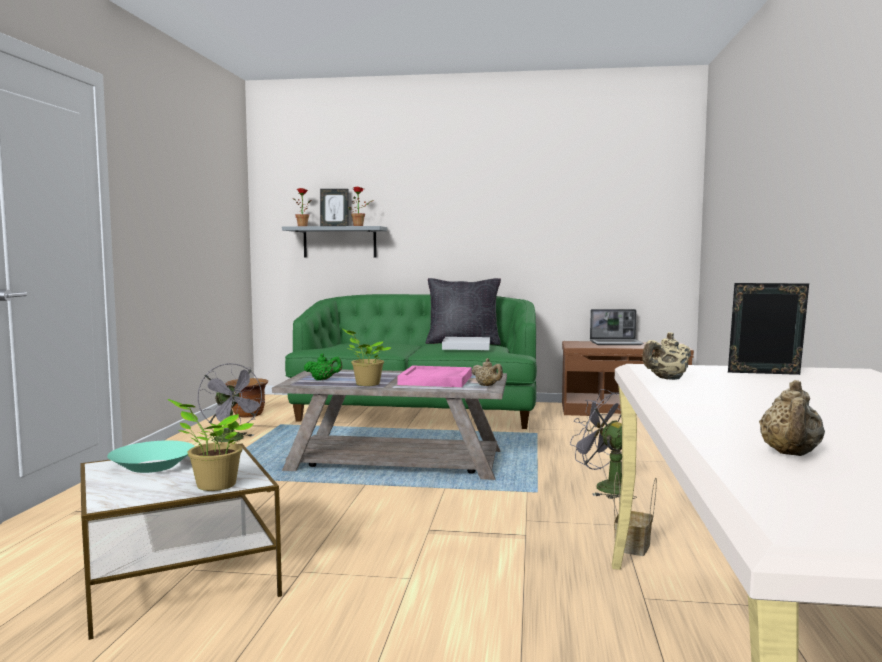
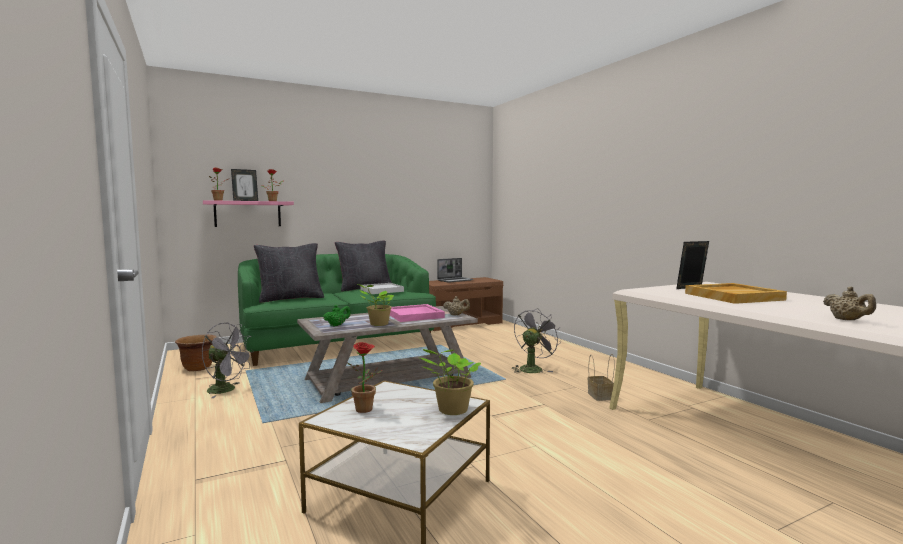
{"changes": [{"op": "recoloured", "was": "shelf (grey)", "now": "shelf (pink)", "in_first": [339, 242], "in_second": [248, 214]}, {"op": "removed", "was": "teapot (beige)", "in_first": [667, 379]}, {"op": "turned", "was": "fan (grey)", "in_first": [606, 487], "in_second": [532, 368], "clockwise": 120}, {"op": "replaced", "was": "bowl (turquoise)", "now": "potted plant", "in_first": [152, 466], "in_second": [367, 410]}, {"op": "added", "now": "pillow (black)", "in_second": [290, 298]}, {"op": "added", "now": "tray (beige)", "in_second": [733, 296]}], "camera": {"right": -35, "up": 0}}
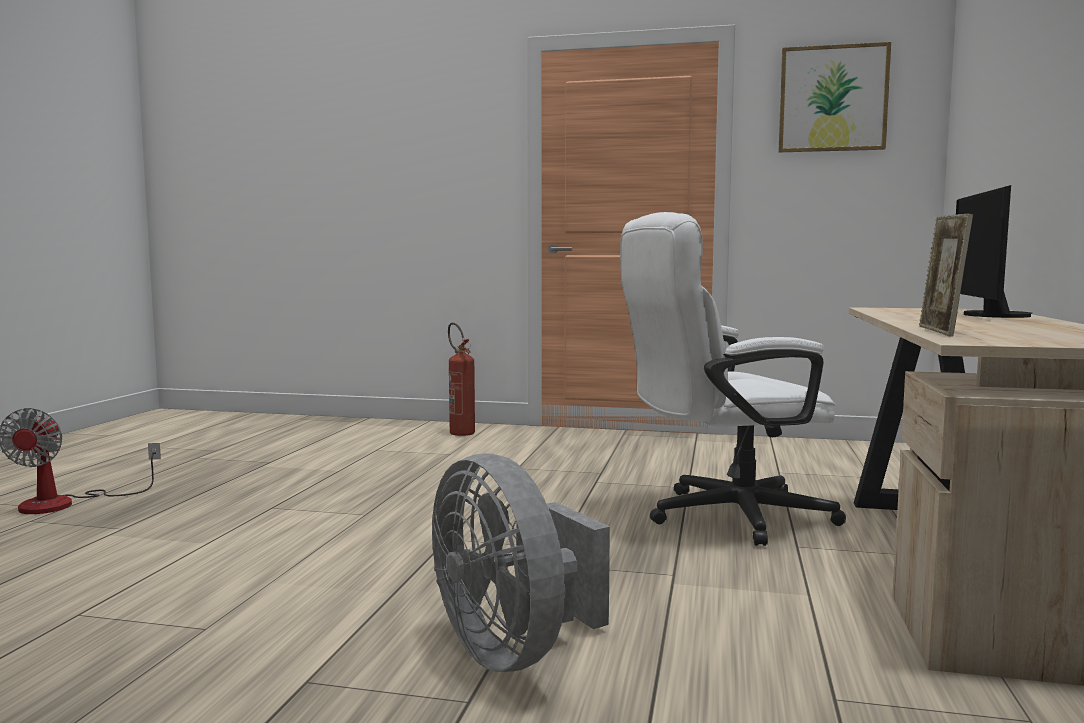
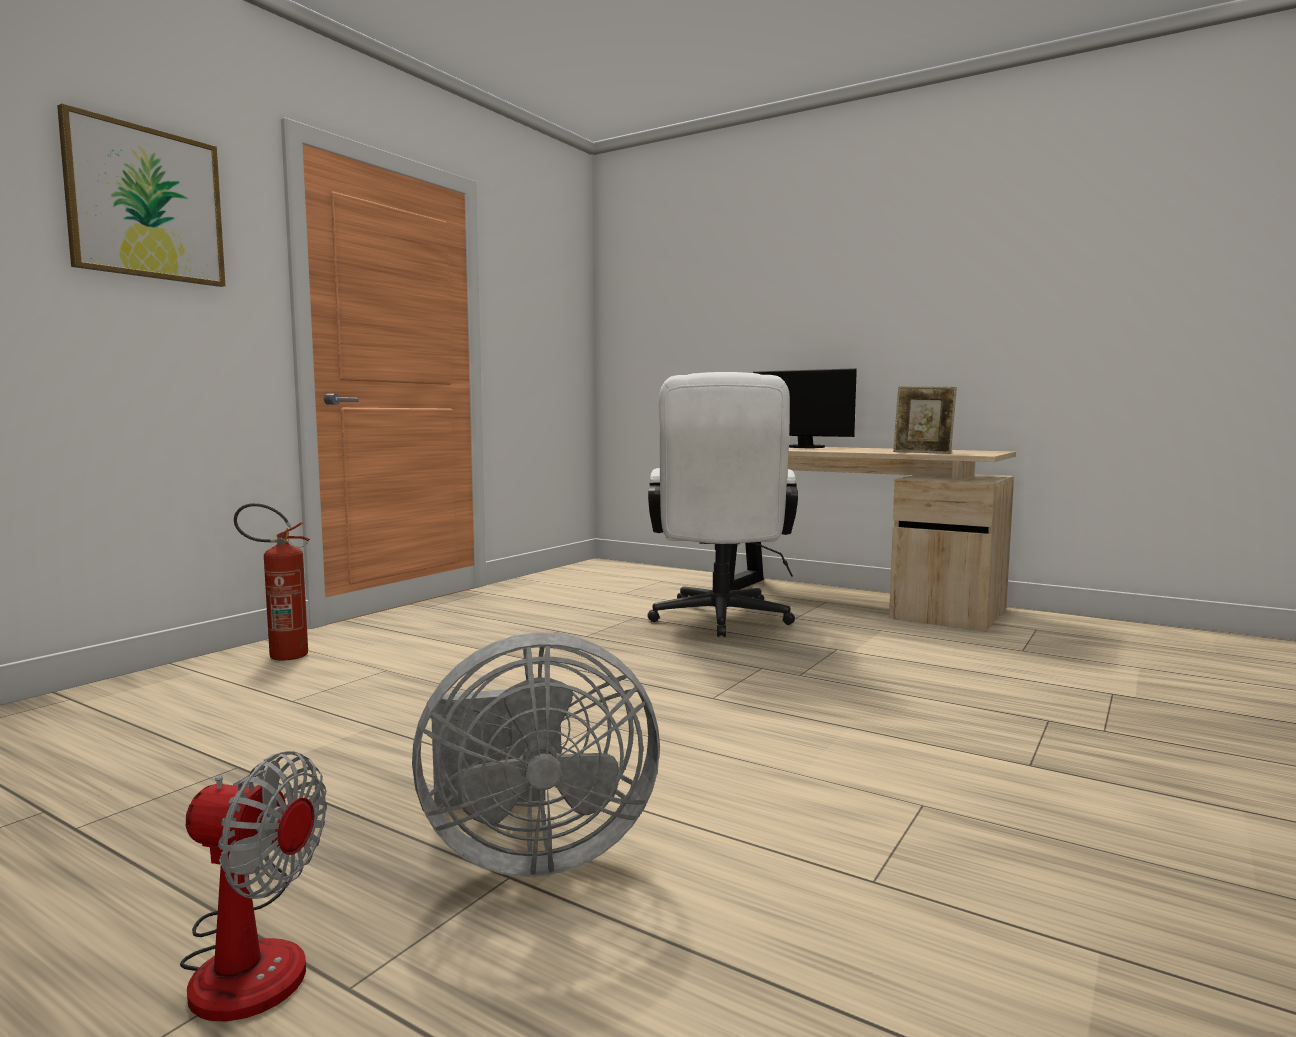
{"changes": [{"op": "moved", "was": "picture", "in_first": [833, 99], "in_second": [145, 203]}, {"op": "moved", "was": "fan (grey)", "in_first": [513, 650], "in_second": [529, 853]}], "camera": {"right": -70, "up": 0}}
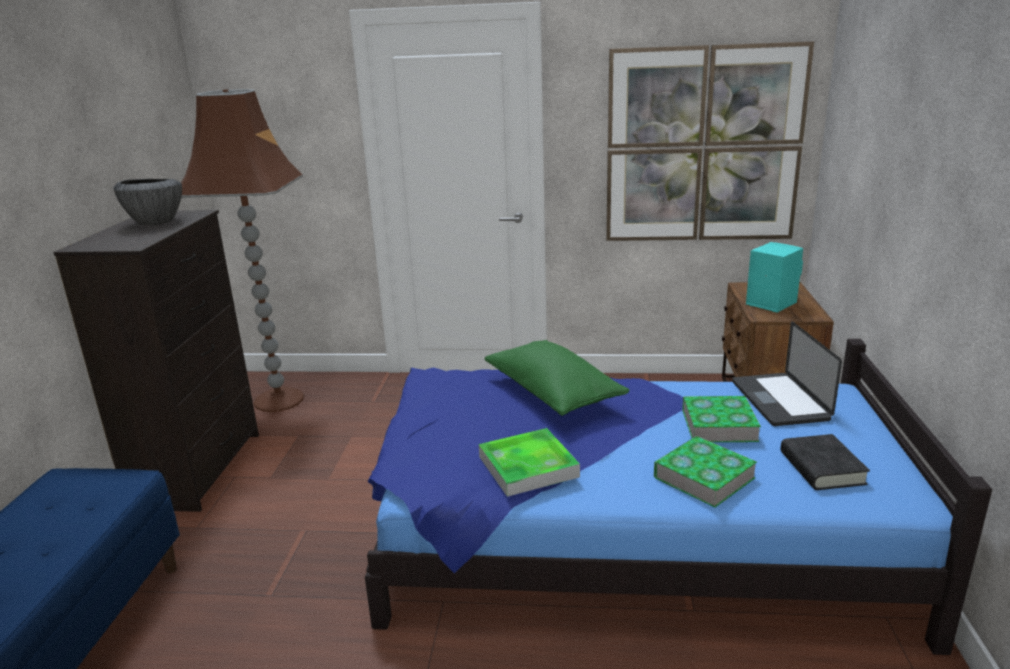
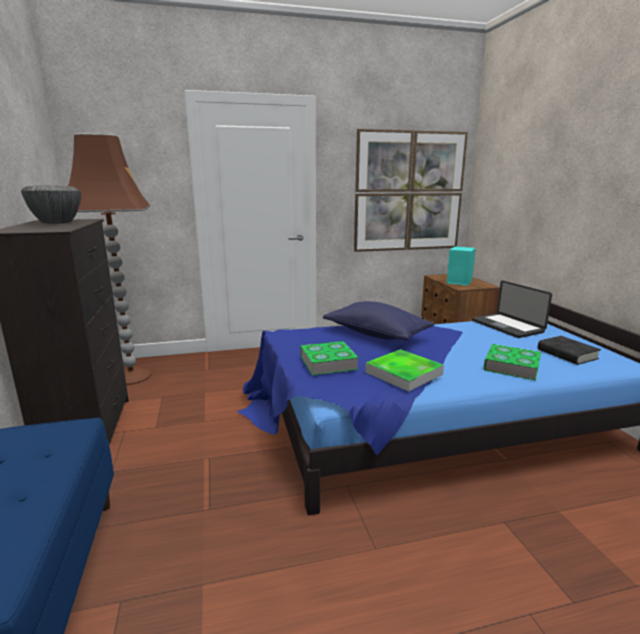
{"changes": [{"op": "recoloured", "was": "pillow (green)", "now": "pillow (blue)", "in_first": [553, 393], "in_second": [376, 334]}, {"op": "moved", "was": "book", "in_first": [719, 425], "in_second": [328, 362]}], "camera": {"right": -20, "up": -5}}
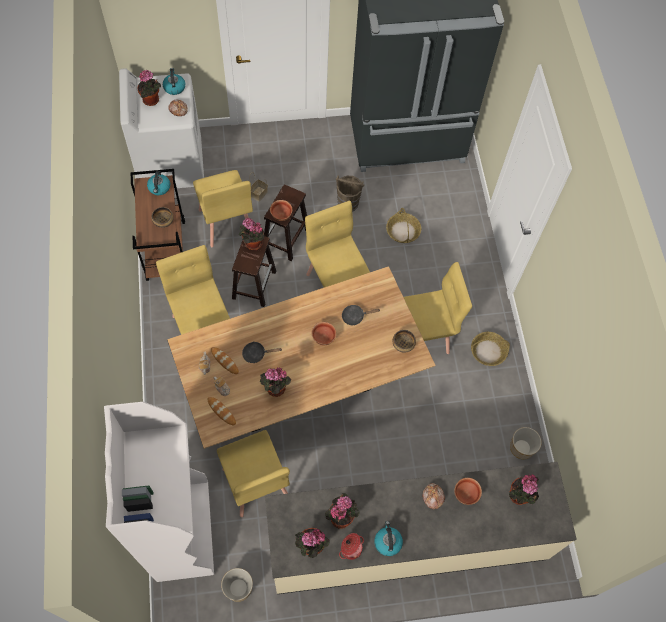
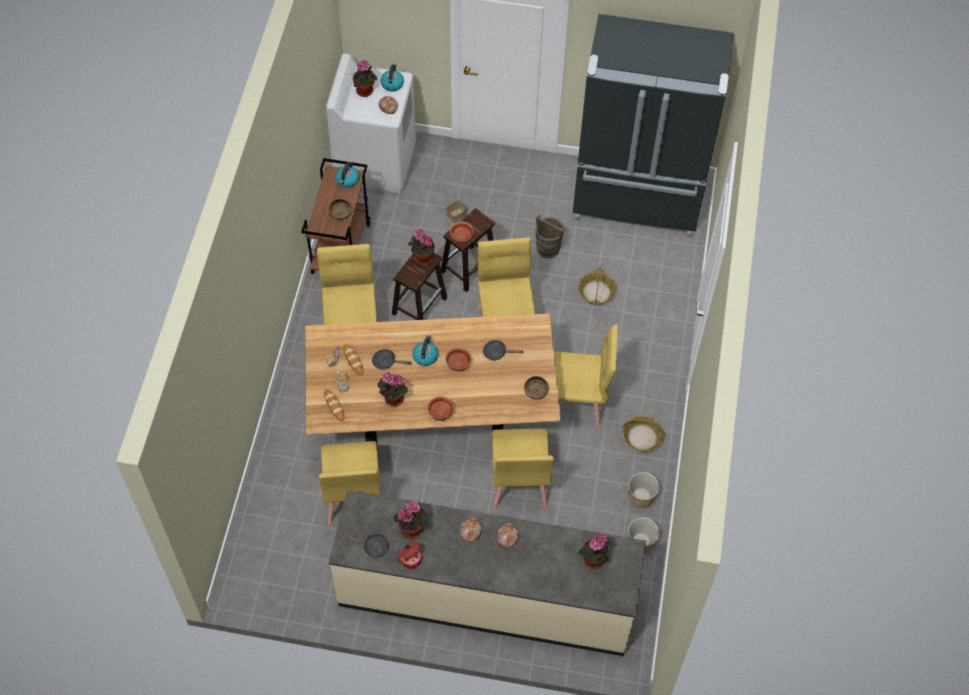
{"changes": [{"op": "moved", "was": "chair (yellow)", "in_first": [226, 223], "in_second": [518, 484]}, {"op": "removed", "was": "bookcase (white)", "in_first": [182, 529]}, {"op": "moved", "was": "bowl", "in_first": [466, 494], "in_second": [440, 413]}, {"op": "moved", "was": "kettle", "in_first": [387, 542], "in_second": [425, 356]}, {"op": "replaced", "was": "potted plant", "now": "frying pan (black)", "in_first": [310, 547], "in_second": [373, 547]}, {"op": "moved", "was": "planter", "in_first": [239, 588], "in_second": [641, 497]}, {"op": "added", "now": "bread", "in_second": [470, 531]}], "camera": {"right": 20, "up": -5}}
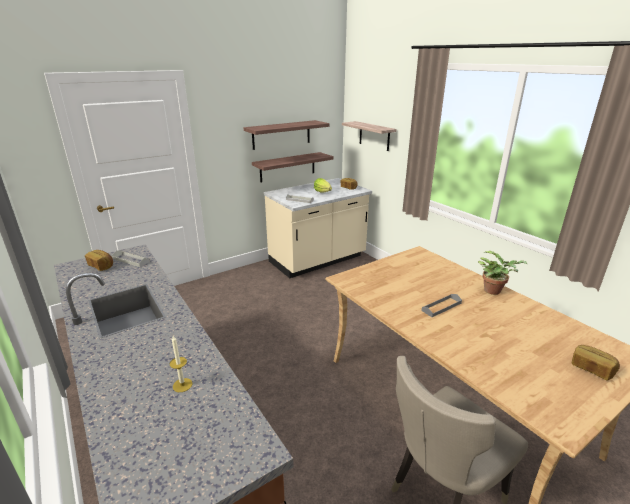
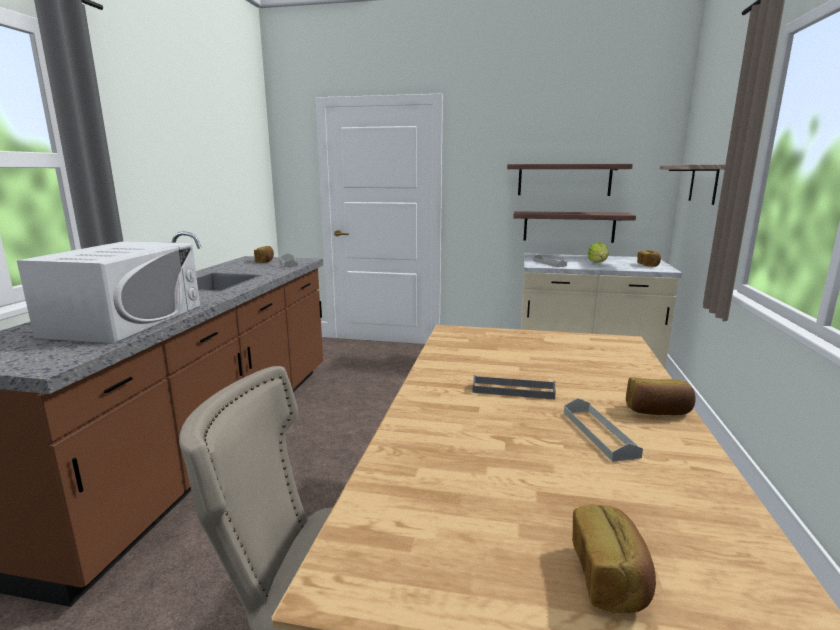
{"changes": [{"op": "replaced", "was": "potted plant", "now": "bread", "in_first": [494, 291], "in_second": [657, 411]}, {"op": "replaced", "was": "candle", "now": "microwave (white)", "in_first": [182, 385], "in_second": [126, 320]}, {"op": "added", "now": "tray (grey)", "in_second": [599, 433]}], "camera": {"right": 45, "up": -10}}
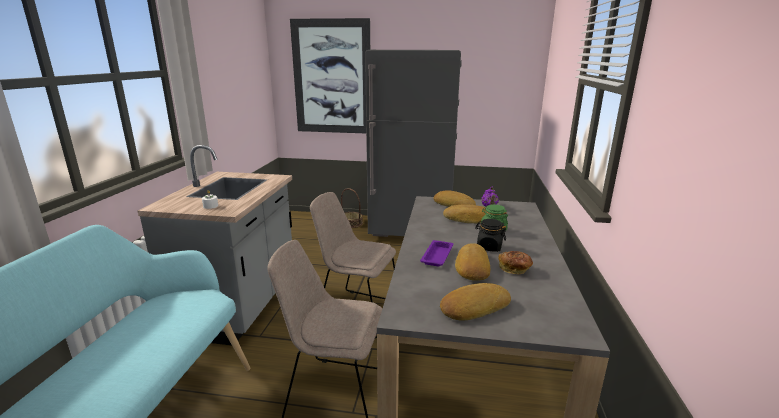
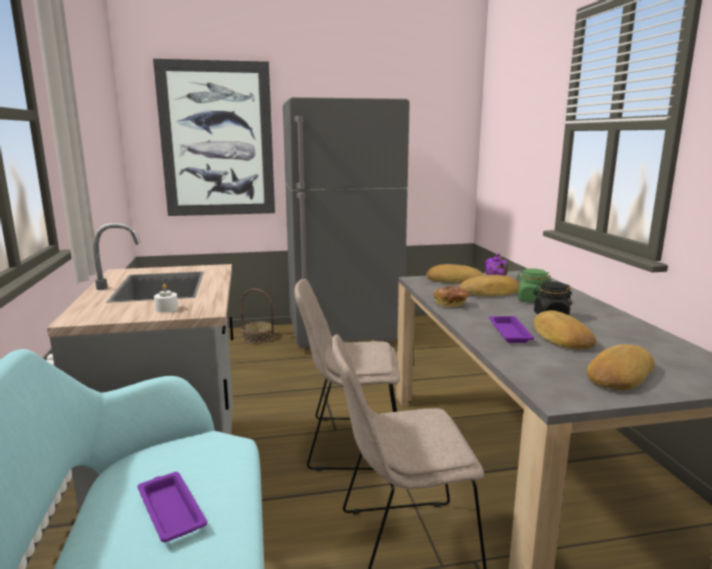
{"changes": [{"op": "moved", "was": "bread", "in_first": [514, 269], "in_second": [451, 304]}, {"op": "added", "now": "tray (purple)", "in_second": [170, 510]}], "camera": {"right": -20, "up": -5}}
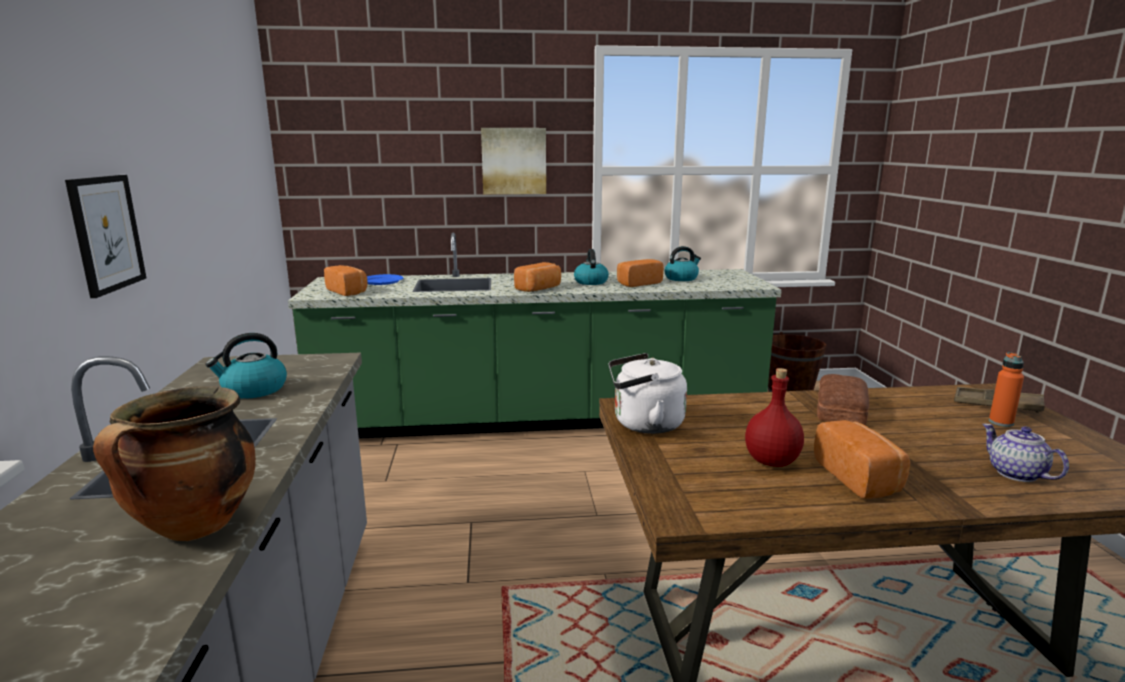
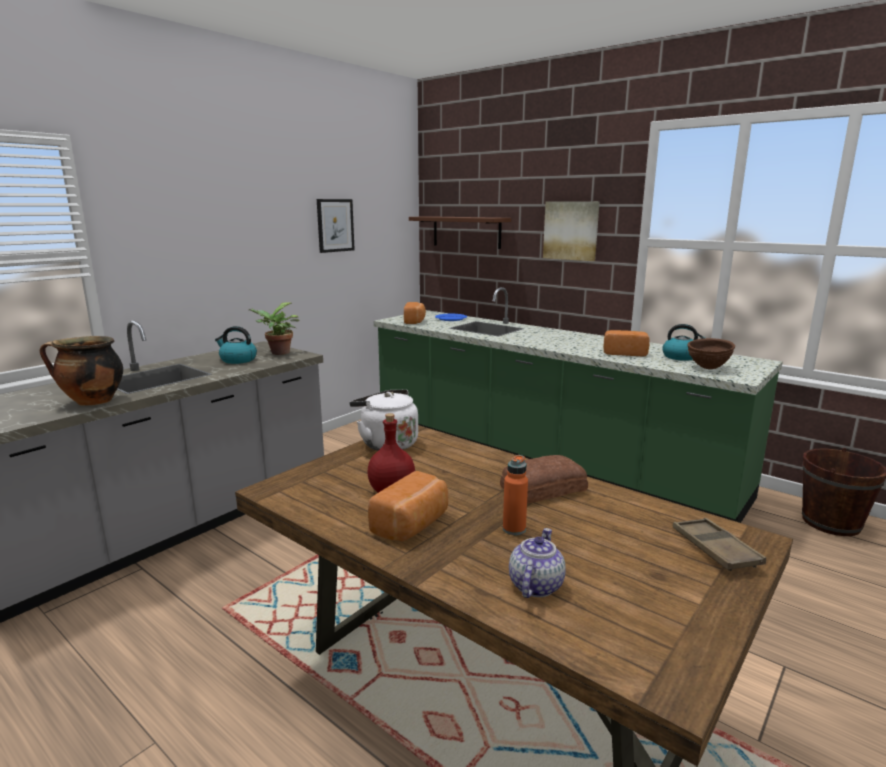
{"changes": [{"op": "moved", "was": "picture", "in_first": [106, 233], "in_second": [335, 225]}, {"op": "removed", "was": "kettle", "in_first": [590, 282]}, {"op": "removed", "was": "bread", "in_first": [539, 289]}, {"op": "moved", "was": "bottle (orange)", "in_first": [1001, 422], "in_second": [514, 529]}, {"op": "added", "now": "shelf (brown)", "in_second": [466, 232]}, {"op": "added", "now": "potted plant", "in_second": [278, 353]}, {"op": "added", "now": "bowl (brown)", "in_second": [707, 368]}], "camera": {"right": 45, "up": 0}}
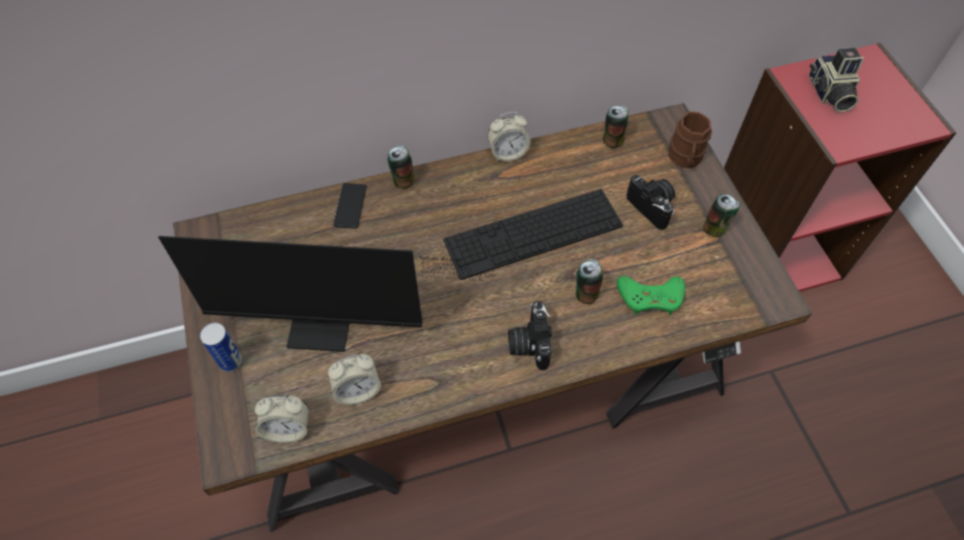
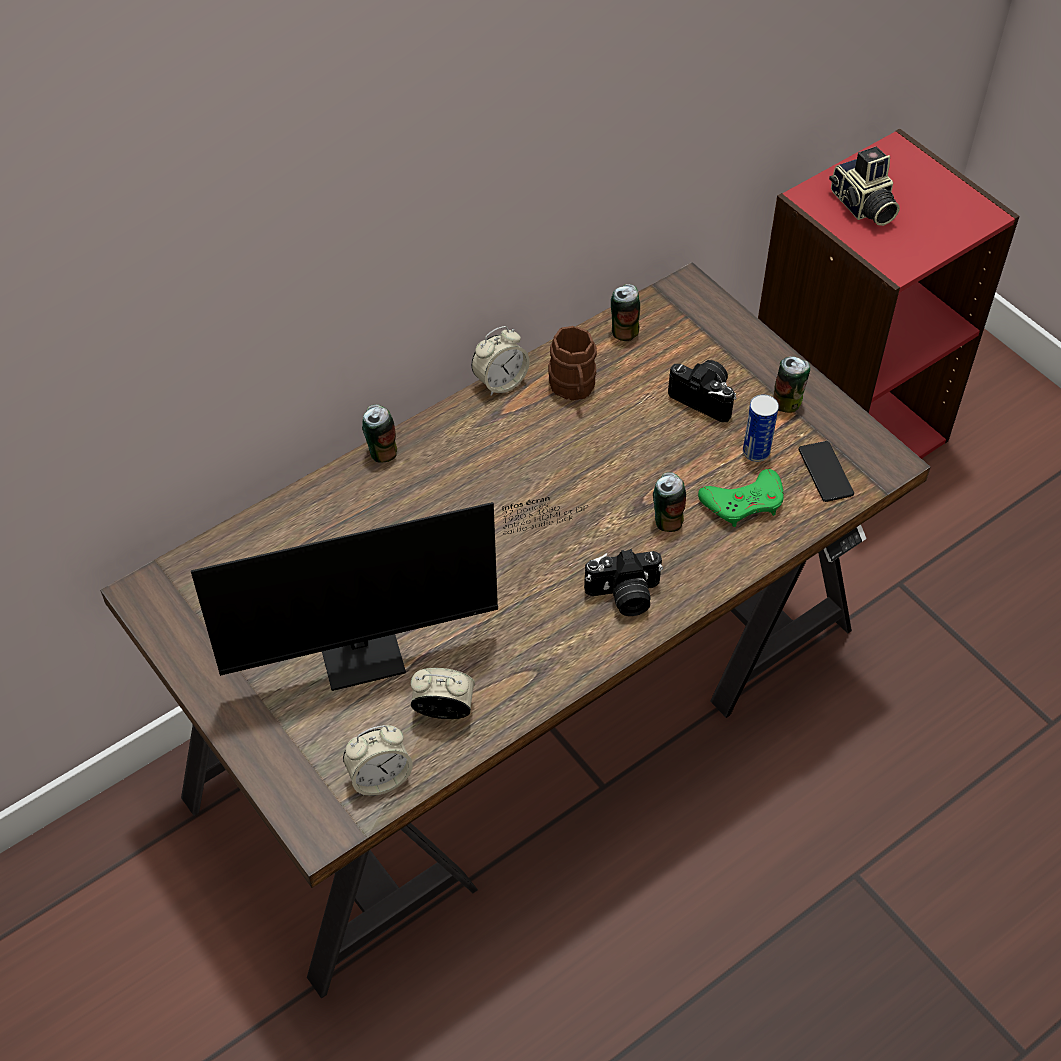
{"changes": [{"op": "moved", "was": "mug (brown)", "in_first": [685, 159], "in_second": [573, 388]}, {"op": "moved", "was": "phone", "in_first": [350, 206], "in_second": [825, 472]}, {"op": "removed", "was": "keyboard", "in_first": [533, 233]}, {"op": "turned", "was": "photo camera", "in_first": [529, 343], "in_second": [624, 596], "clockwise": -75}, {"op": "moved", "was": "can", "in_first": [231, 361], "in_second": [756, 452]}, {"op": "turned", "was": "alarm clock", "in_first": [357, 390], "in_second": [443, 710], "clockwise": -135}], "camera": {"right": -20, "up": -5}}
